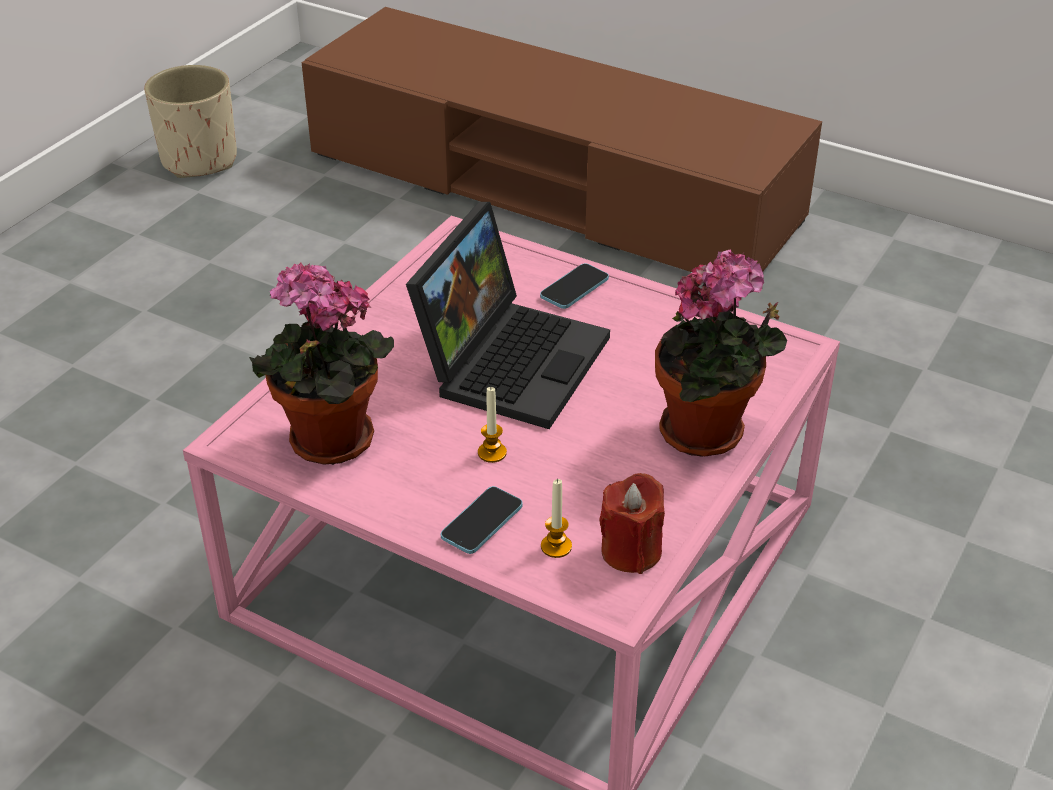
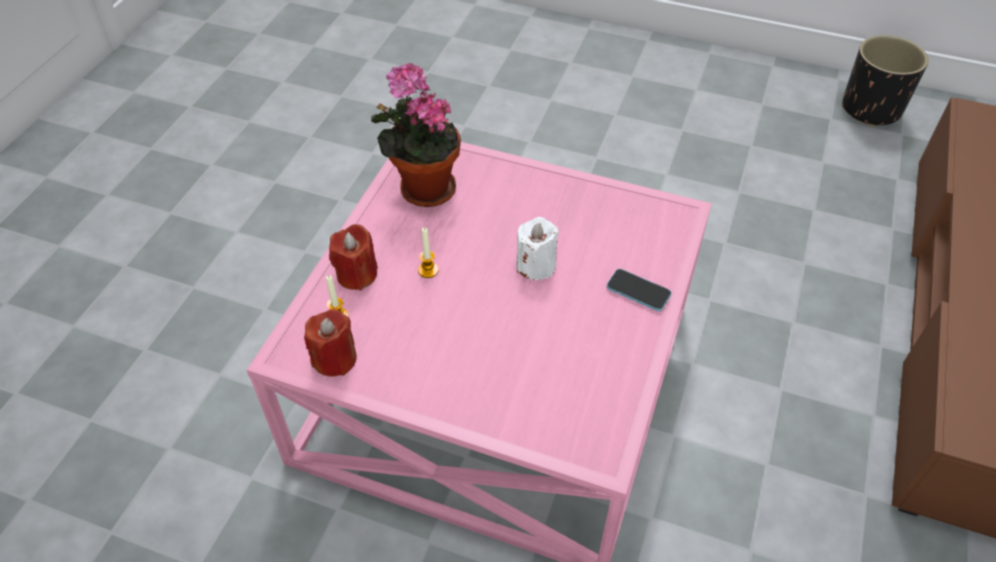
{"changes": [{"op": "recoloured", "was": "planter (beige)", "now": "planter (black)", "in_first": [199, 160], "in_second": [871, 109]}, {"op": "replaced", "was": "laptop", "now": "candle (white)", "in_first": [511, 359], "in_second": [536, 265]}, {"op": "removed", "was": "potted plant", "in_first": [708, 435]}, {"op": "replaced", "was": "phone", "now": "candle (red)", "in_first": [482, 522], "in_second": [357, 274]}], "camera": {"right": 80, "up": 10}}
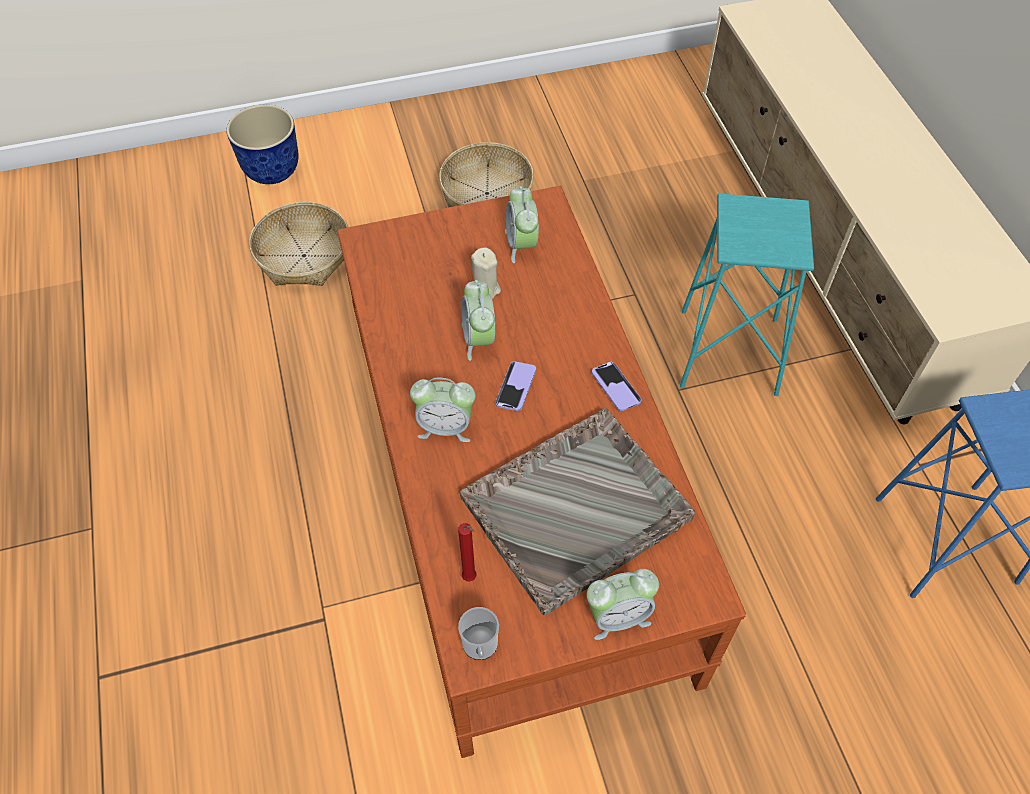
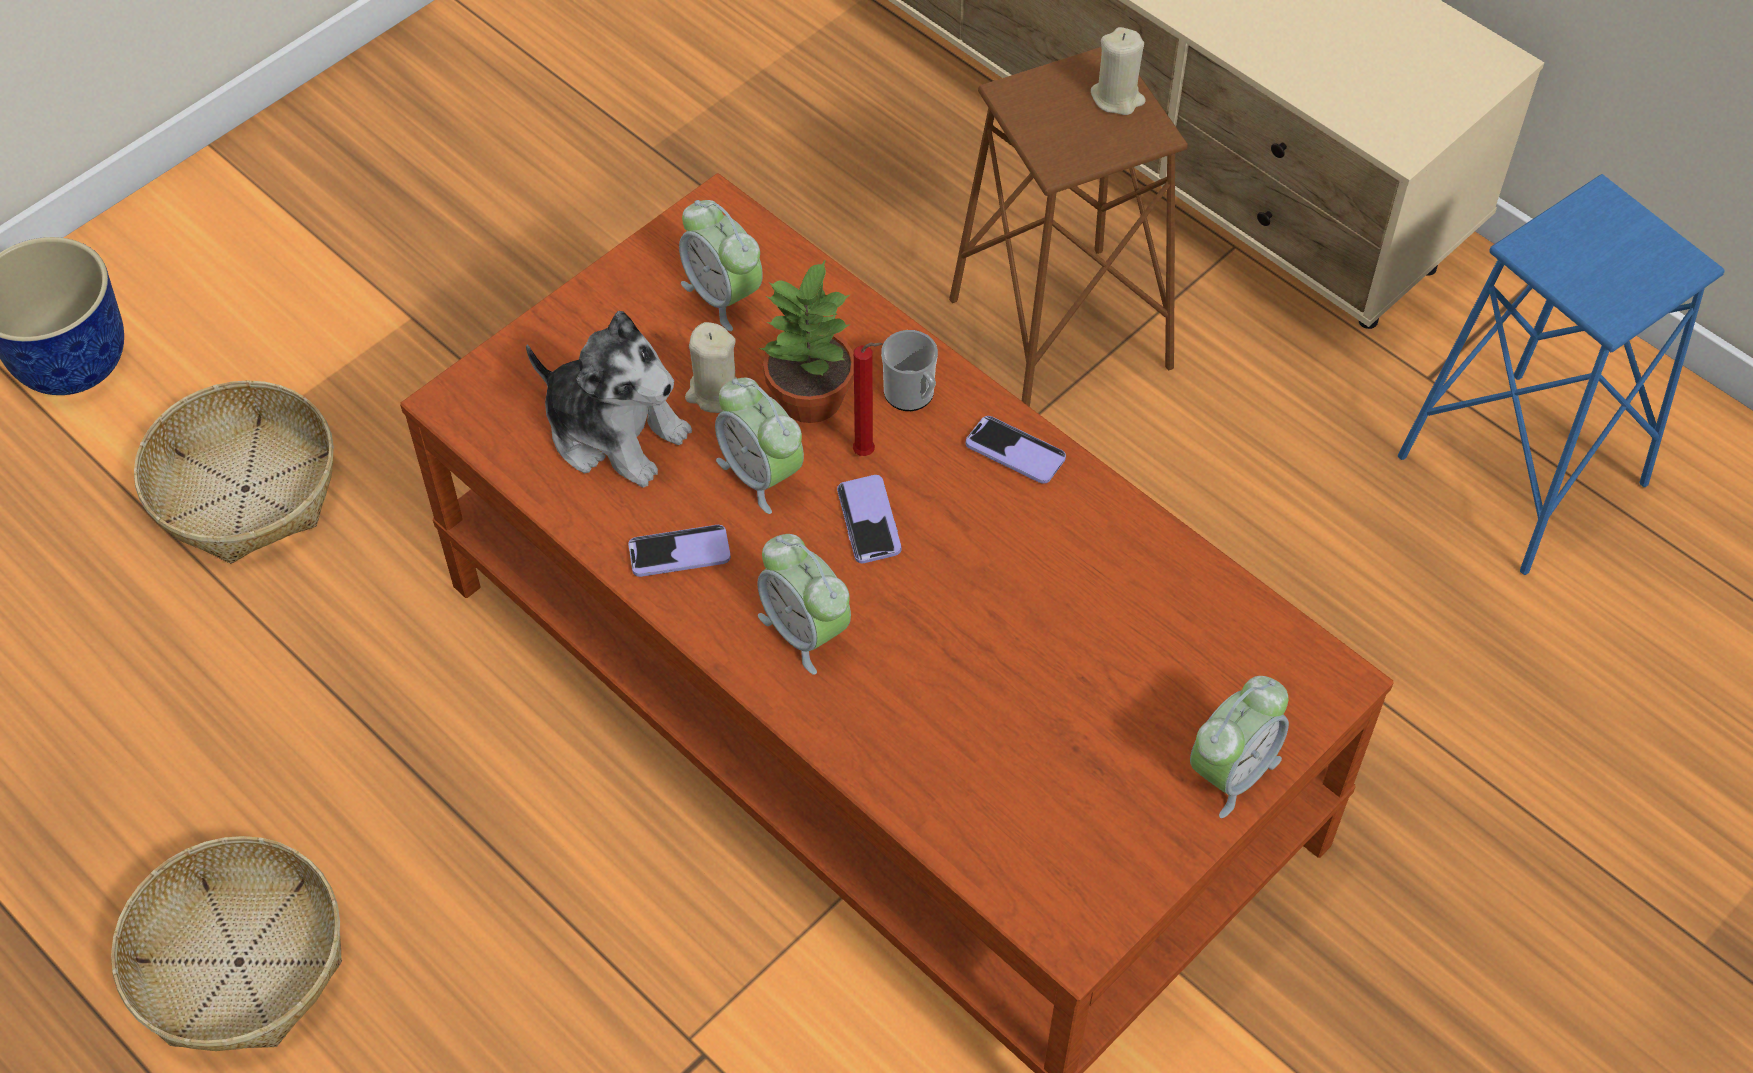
{"changes": [{"op": "moved", "was": "basket", "in_first": [486, 193], "in_second": [238, 962]}, {"op": "recoloured", "was": "stool (turquoise)", "now": "stool (brown)", "in_first": [729, 352], "in_second": [1061, 333]}, {"op": "turned", "was": "alarm clock", "in_first": [445, 427], "in_second": [805, 631], "clockwise": 75}, {"op": "removed", "was": "tray (grey)", "in_first": [578, 508]}, {"op": "moved", "was": "candle (red)", "in_first": [471, 579], "in_second": [867, 453]}, {"op": "moved", "was": "mug", "in_first": [480, 647], "in_second": [912, 396]}, {"op": "added", "now": "candle (beige)", "in_second": [1117, 98]}, {"op": "added", "now": "potted plant", "in_second": [808, 398]}, {"op": "added", "now": "plush toy", "in_second": [615, 432]}, {"op": "added", "now": "phone", "in_second": [679, 553]}], "camera": {"right": -30, "up": 0}}
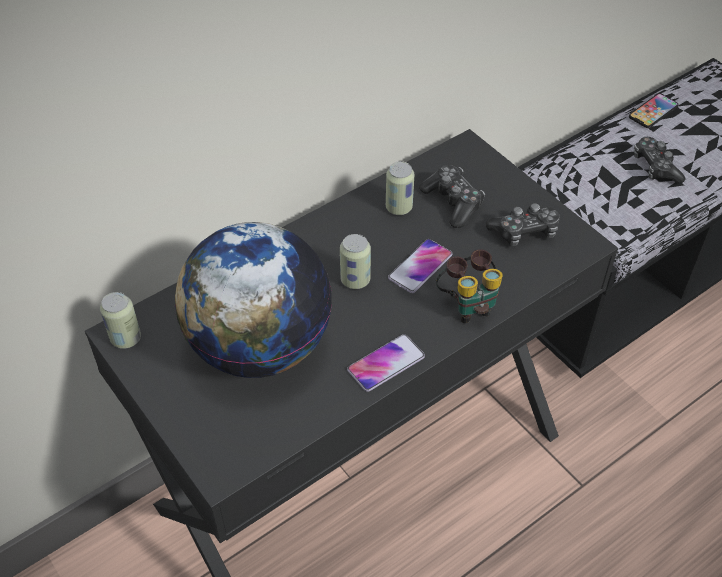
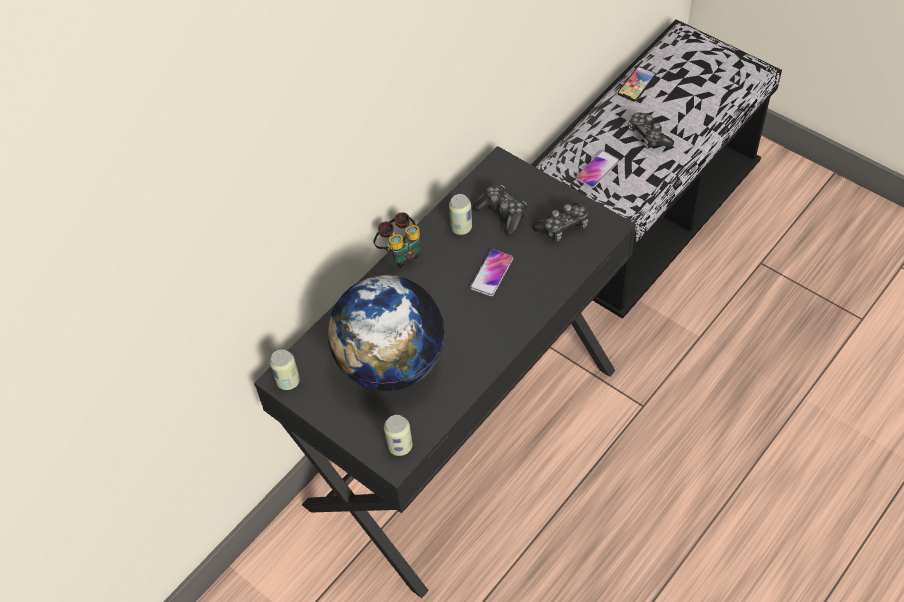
{"changes": [{"op": "moved", "was": "can", "in_first": [355, 280], "in_second": [400, 446]}, {"op": "moved", "was": "binoculars", "in_first": [467, 304], "in_second": [400, 253]}, {"op": "moved", "was": "phone", "in_first": [386, 363], "in_second": [597, 170]}], "camera": {"right": -10, "up": 5}}
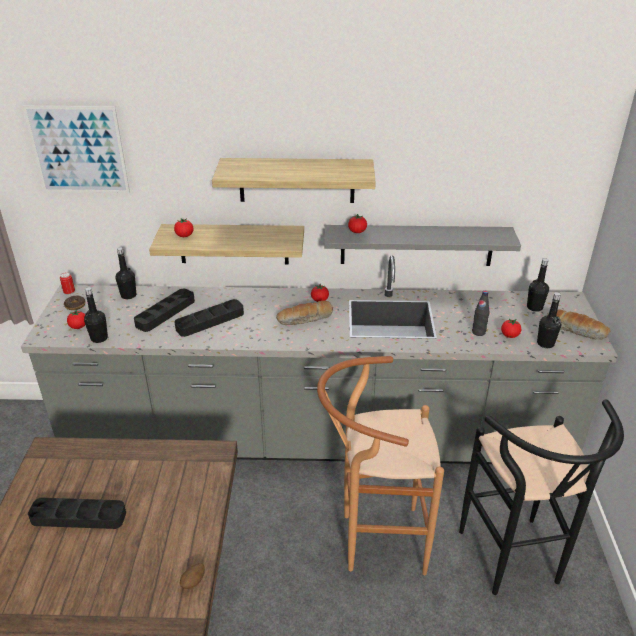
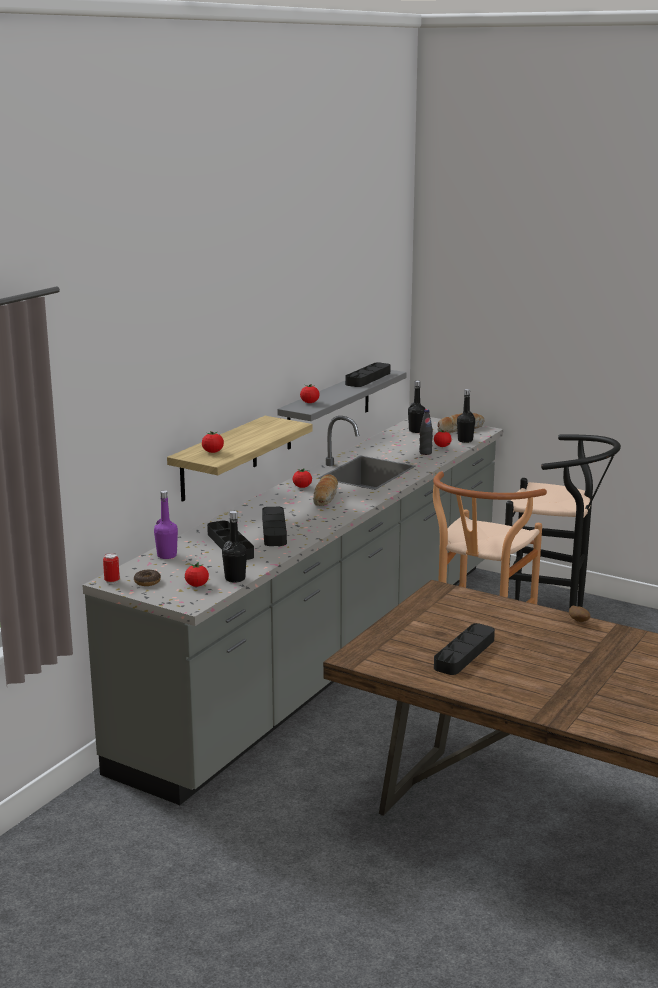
{"changes": [{"op": "removed", "was": "picture", "in_first": [78, 150]}, {"op": "removed", "was": "shelf", "in_first": [296, 180]}, {"op": "recoloured", "was": "bottle (black)", "now": "bottle (purple)", "in_first": [128, 295], "in_second": [167, 555]}, {"op": "added", "now": "tray (black)", "in_second": [368, 378]}], "camera": {"right": -60, "up": -15}}
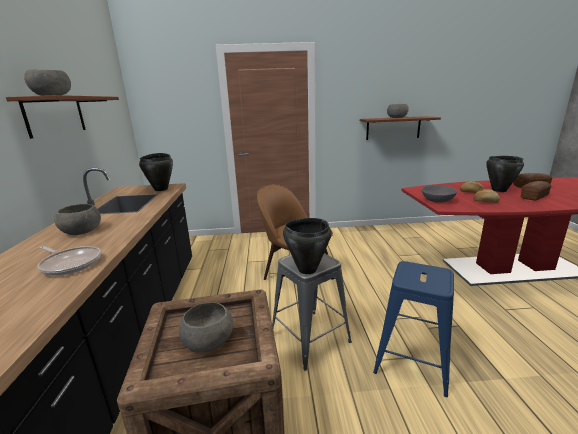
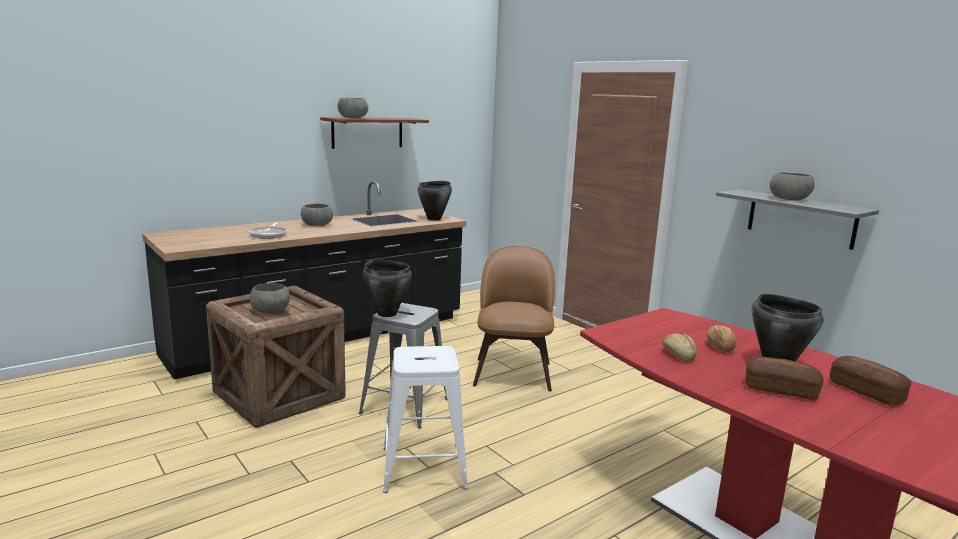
{"changes": [{"op": "recoloured", "was": "shelf (brown)", "now": "shelf (grey)", "in_first": [393, 128], "in_second": [801, 218]}, {"op": "removed", "was": "bowl (grey)", "in_first": [437, 201]}, {"op": "recoloured", "was": "stool (blue)", "now": "stool (white)", "in_first": [412, 359], "in_second": [424, 467]}], "camera": {"right": 55, "up": -5}}
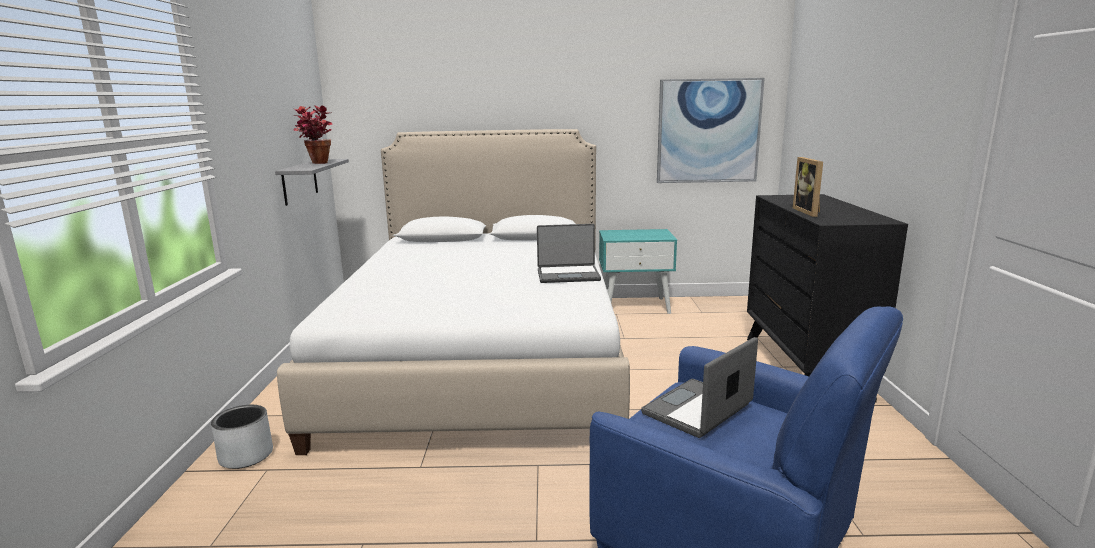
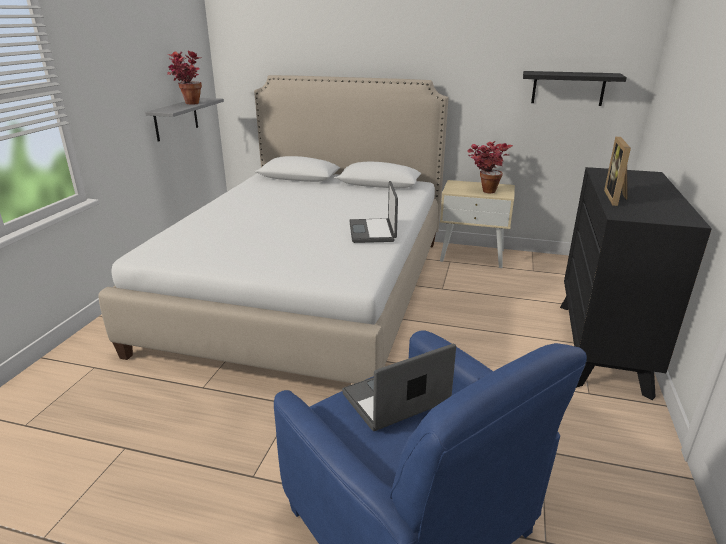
{"changes": [{"op": "replaced", "was": "picture", "now": "shelf (black)", "in_first": [708, 131], "in_second": [568, 88]}, {"op": "turned", "was": "laptop", "in_first": [568, 275], "in_second": [373, 232], "clockwise": 75}, {"op": "recoloured", "was": "nightstand (turquoise)", "now": "nightstand (beige)", "in_first": [635, 306], "in_second": [472, 255]}, {"op": "removed", "was": "planter (grey)", "in_first": [245, 456]}, {"op": "added", "now": "potted plant", "in_second": [484, 190]}], "camera": {"right": 15, "up": 10}}
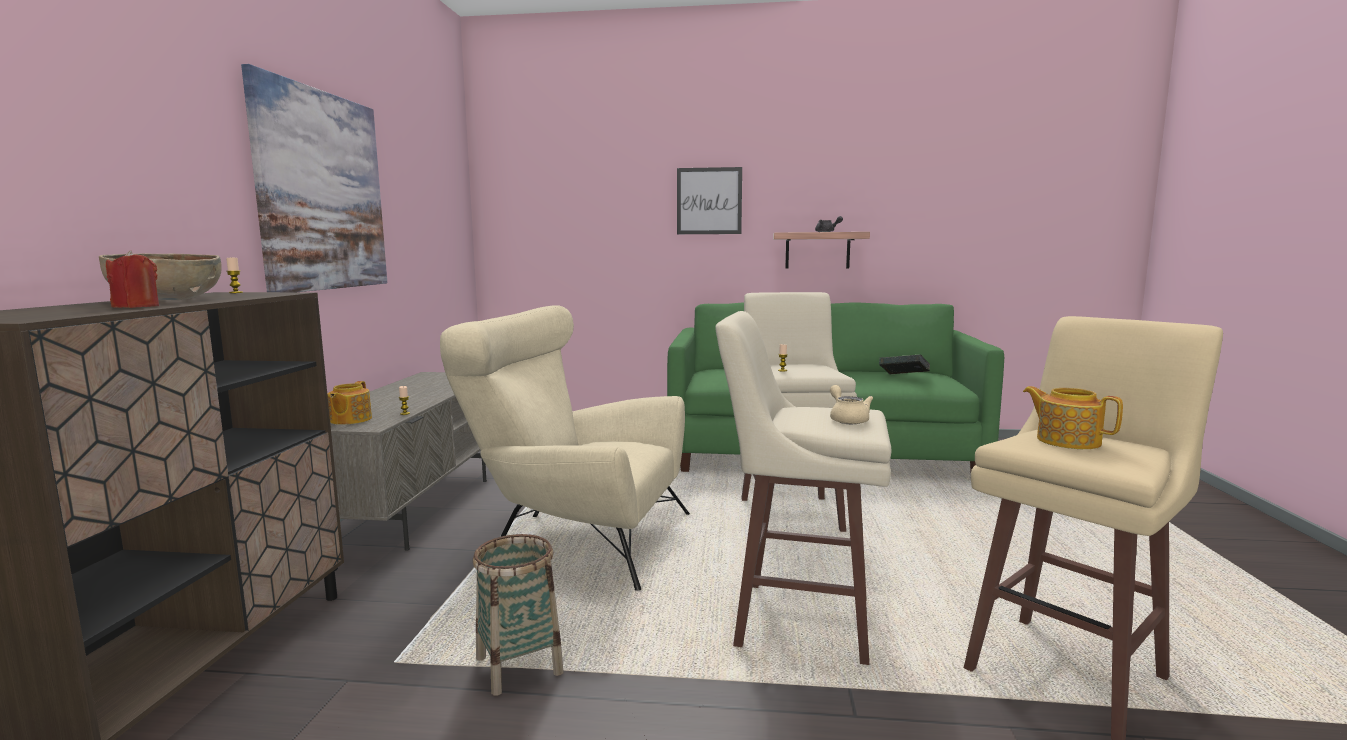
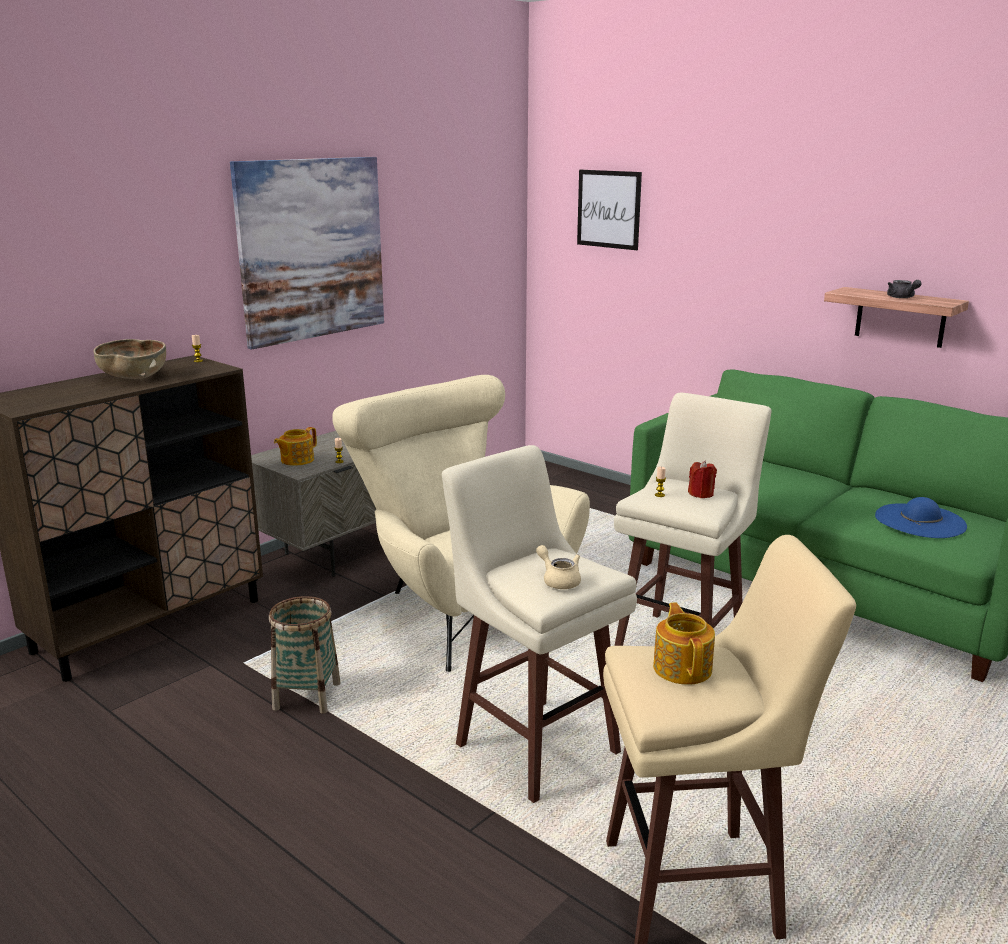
{"changes": [{"op": "moved", "was": "picture", "in_first": [709, 201], "in_second": [608, 209]}, {"op": "moved", "was": "candle (red)", "in_first": [136, 307], "in_second": [701, 494]}, {"op": "replaced", "was": "book", "now": "hat (blue)", "in_first": [903, 378], "in_second": [920, 521]}, {"op": "turned", "was": "teapot (beige)", "in_first": [847, 419], "in_second": [559, 580], "clockwise": -60}], "camera": {"right": 35, "up": 10}}
